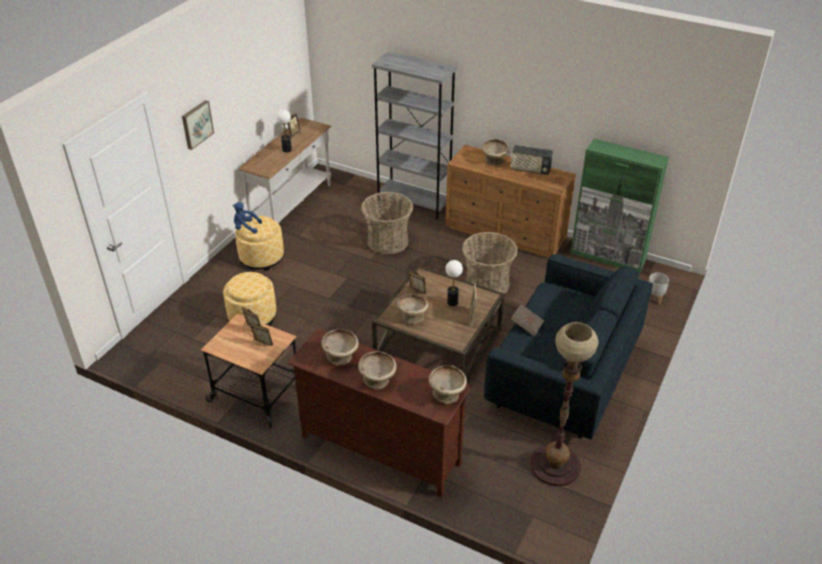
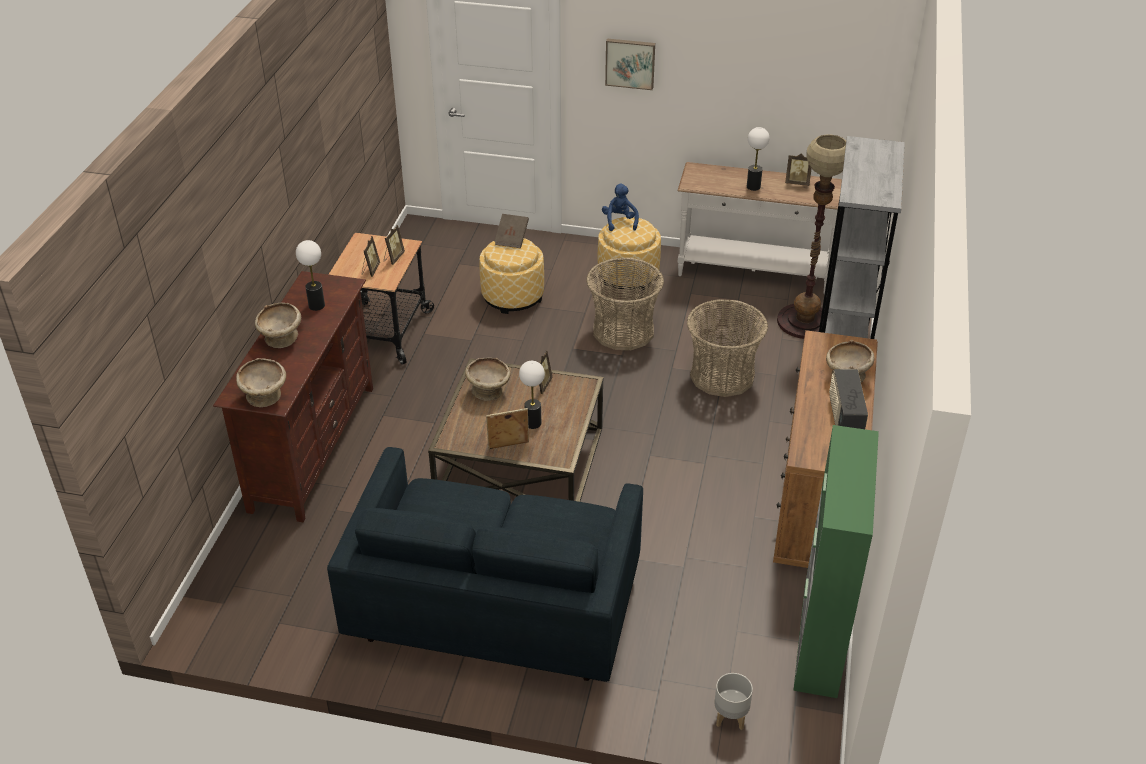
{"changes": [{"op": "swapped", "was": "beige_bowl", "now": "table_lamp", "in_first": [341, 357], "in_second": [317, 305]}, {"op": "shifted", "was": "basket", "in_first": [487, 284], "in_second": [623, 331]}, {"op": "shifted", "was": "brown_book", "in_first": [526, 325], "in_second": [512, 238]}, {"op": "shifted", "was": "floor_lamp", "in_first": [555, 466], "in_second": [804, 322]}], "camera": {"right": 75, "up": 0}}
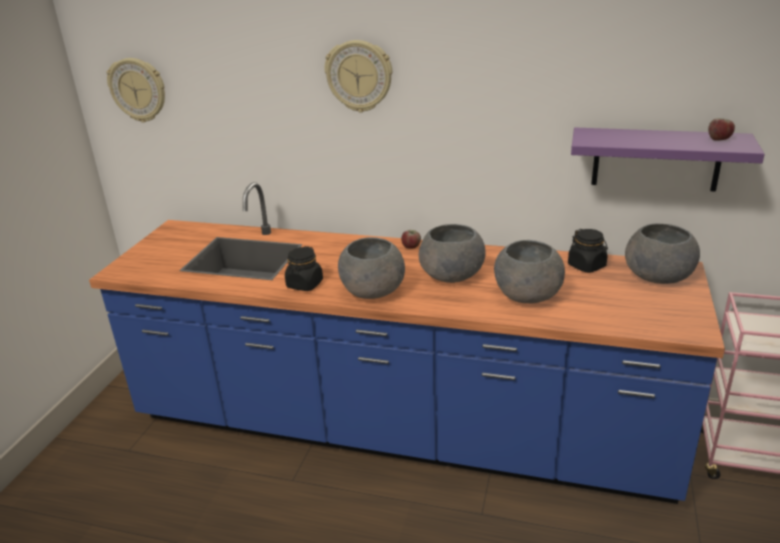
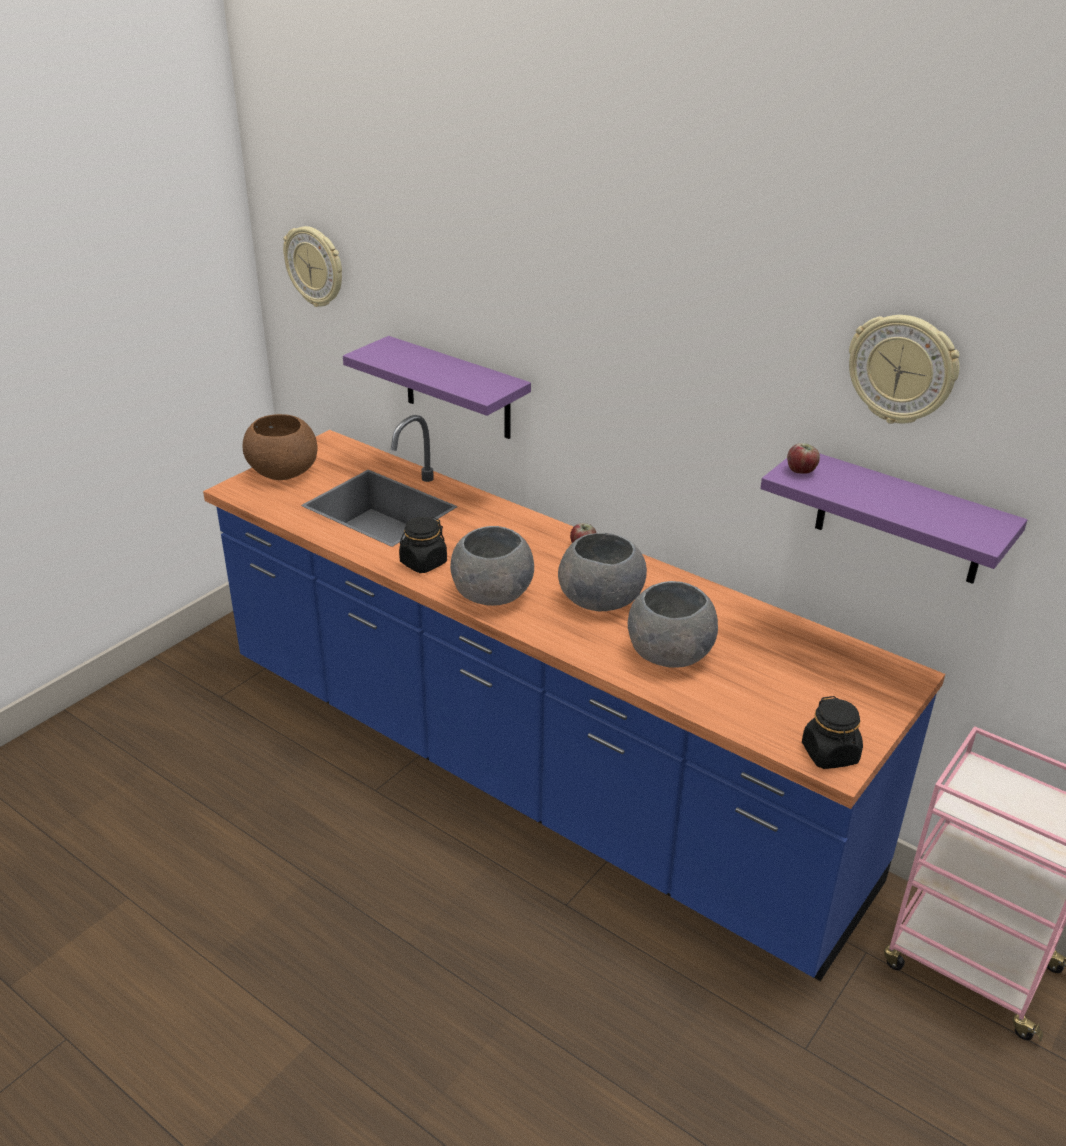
{"changes": [{"op": "shifted", "was": "wall_clock", "in_first": [359, 76], "in_second": [902, 369]}, {"op": "shifted", "was": "black_jar", "in_first": [587, 266], "in_second": [830, 754]}, {"op": "gone", "was": "grey_bowl", "in_first": [657, 277]}, {"op": "shifted", "was": "apple", "in_first": [719, 139], "in_second": [801, 471]}, {"op": "new", "now": "brown_bowl", "in_second": [284, 472]}, {"op": "new", "now": "purple_shelf", "in_second": [457, 389]}], "camera": {"right": 20, "up": 5}}
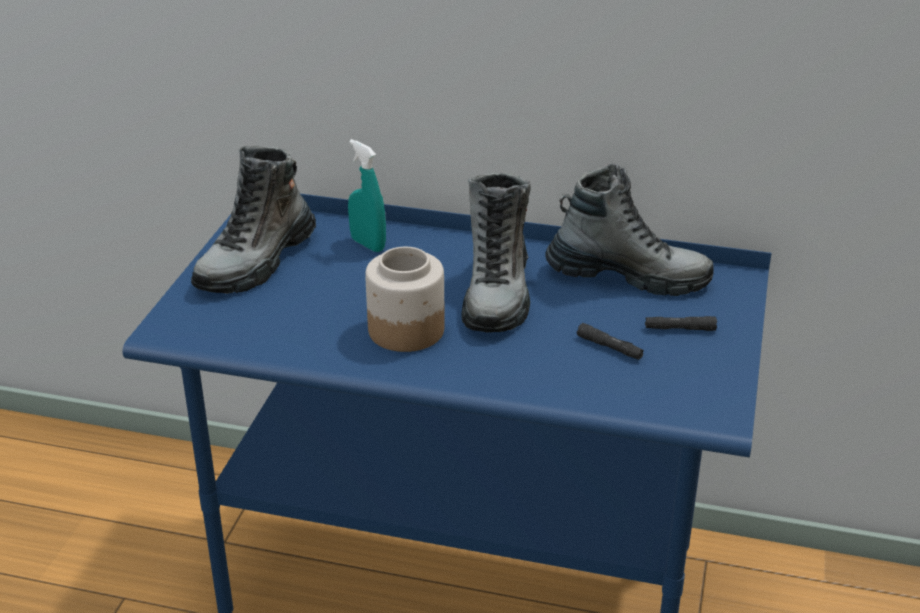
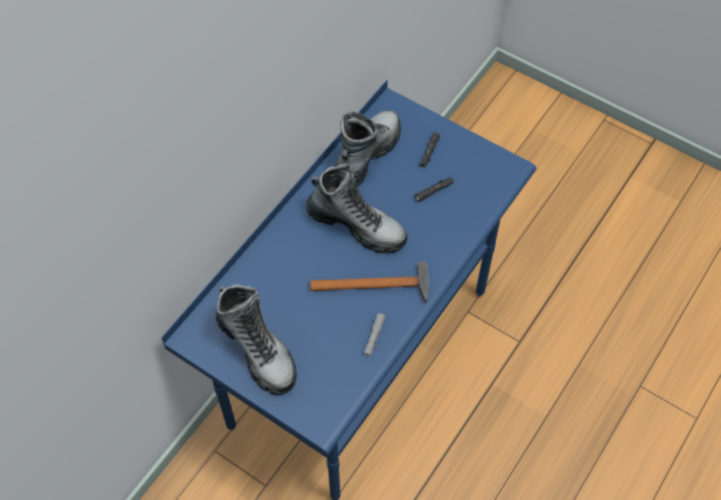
{"changes": [{"op": "gone", "was": "turquoise_spray_bottle", "in_first": [368, 244]}, {"op": "swapped", "was": "jar", "now": "hammer", "in_first": [405, 330], "in_second": [376, 286]}, {"op": "new", "now": "grey_flashlight", "in_second": [374, 337]}], "camera": {"right": -70, "up": 25}}
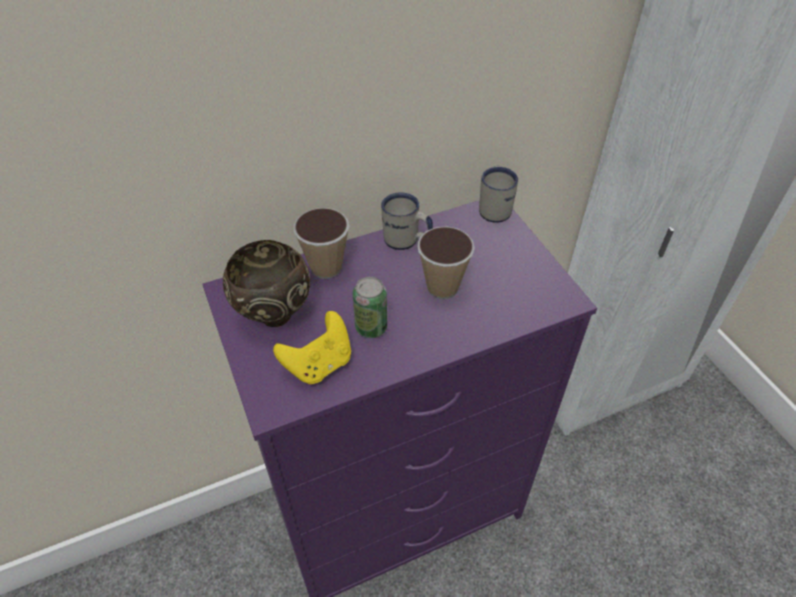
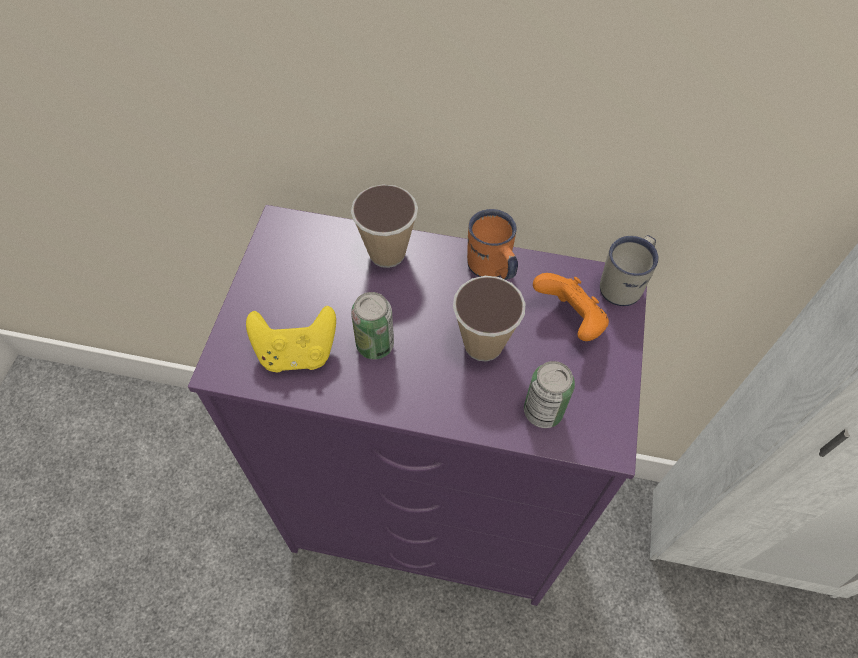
{"changes": [{"op": "gone", "was": "brown_bowl", "in_first": [273, 314]}, {"op": "repainted", "was": "white_mug", "now": "orange_mug", "in_first": [406, 241], "in_second": [491, 269]}, {"op": "new", "now": "can", "in_second": [543, 411]}, {"op": "new", "now": "orange_game_controller", "in_second": [570, 320]}], "camera": {"right": 35, "up": 10}}
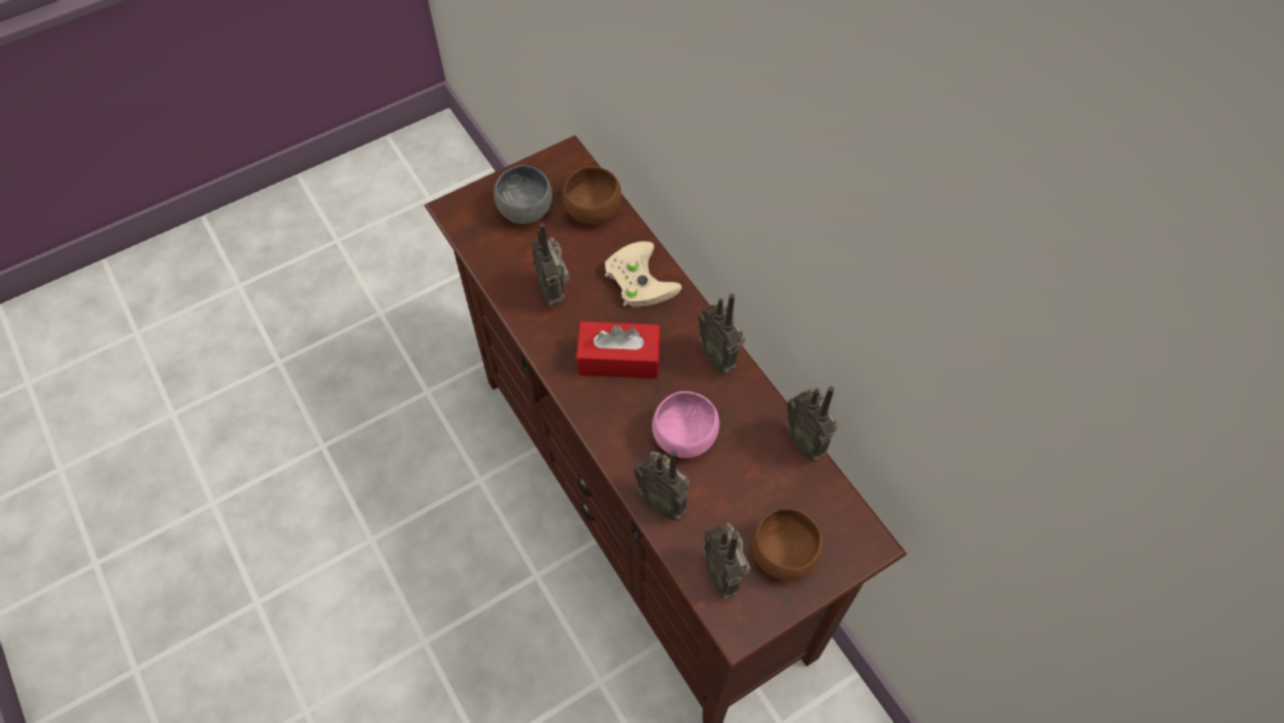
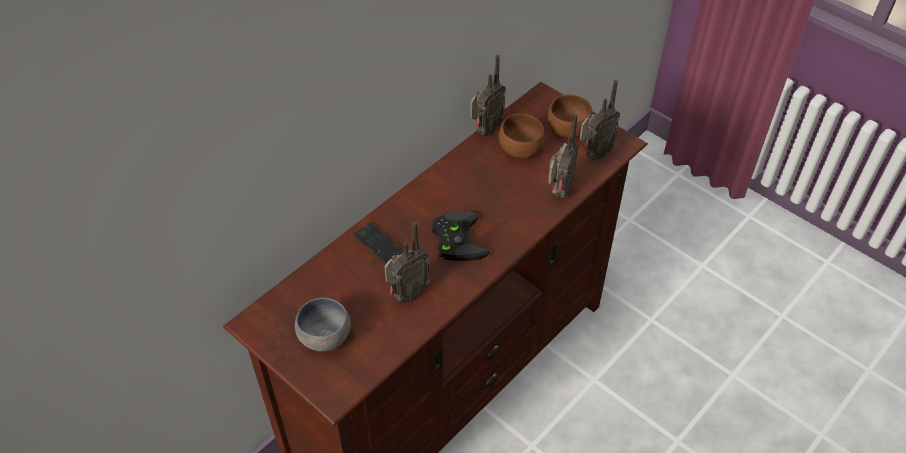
{"changes": [{"op": "shifted", "was": "brown_bowl", "in_first": [591, 213], "in_second": [522, 150]}, {"op": "swapped", "was": "red_tissue_box", "now": "black_game_controller", "in_first": [619, 359], "in_second": [456, 239]}, {"op": "swapped", "was": "beige_game_controller", "now": "phone", "in_first": [637, 278], "in_second": [378, 244]}, {"op": "gone", "was": "pink_bowl", "in_first": [683, 439]}, {"op": "gone", "was": "radio", "in_first": [719, 357]}], "camera": {"right": -105, "up": -10}}
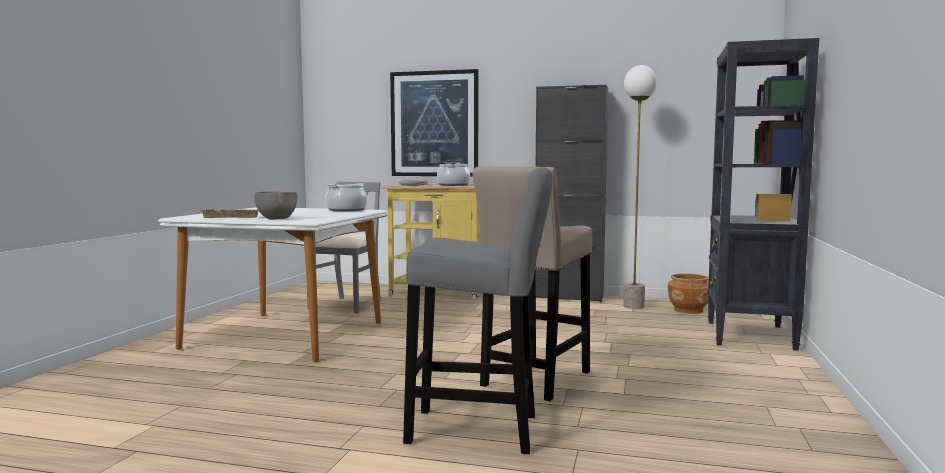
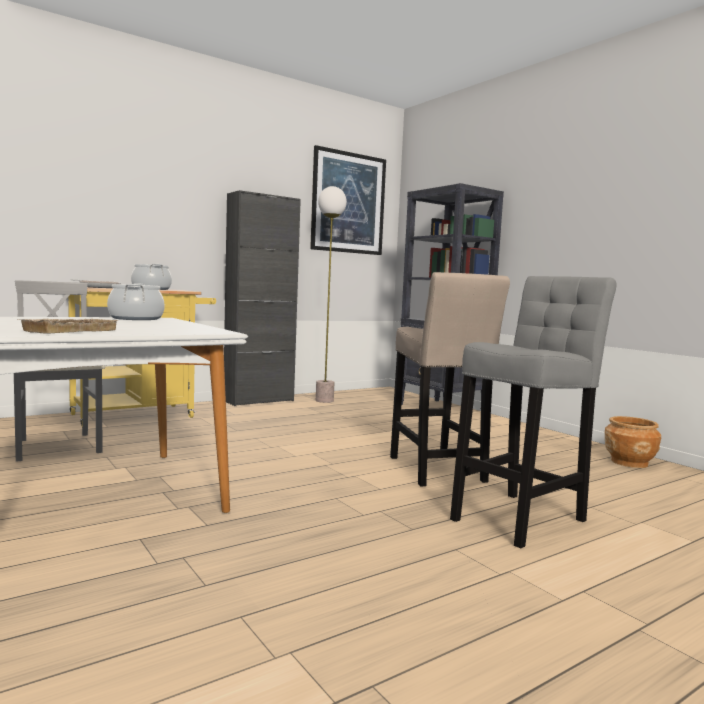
{"changes": [{"op": "gone", "was": "grey_bowl", "in_first": [277, 219]}, {"op": "shifted", "was": "picture", "in_first": [434, 124], "in_second": [348, 203]}, {"op": "shifted", "was": "brown_planter", "in_first": [688, 310], "in_second": [629, 462]}], "camera": {"right": -50, "up": 0}}
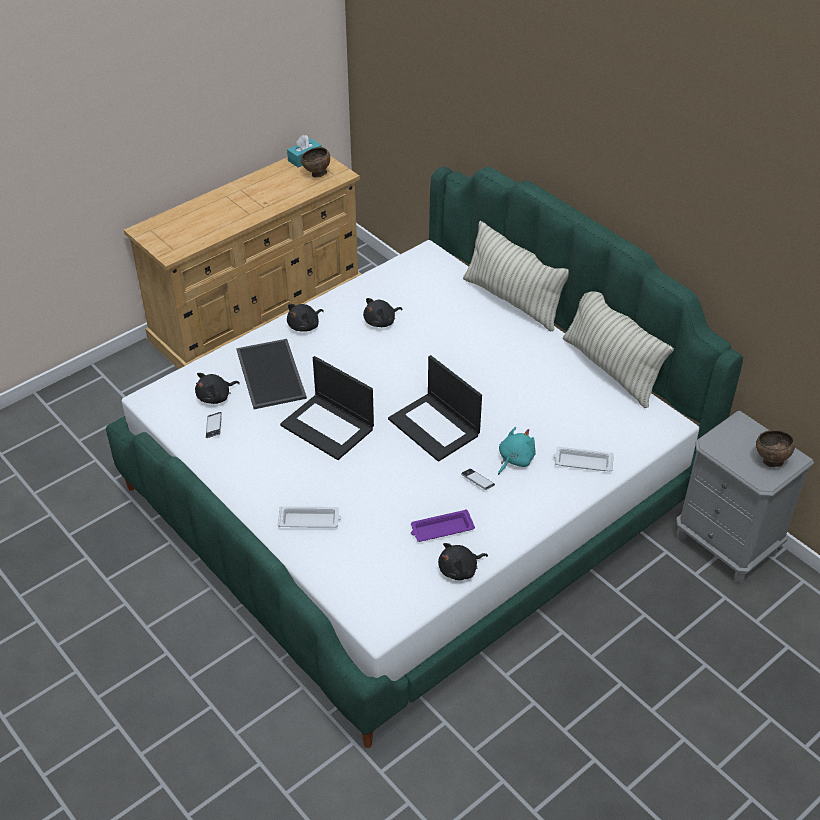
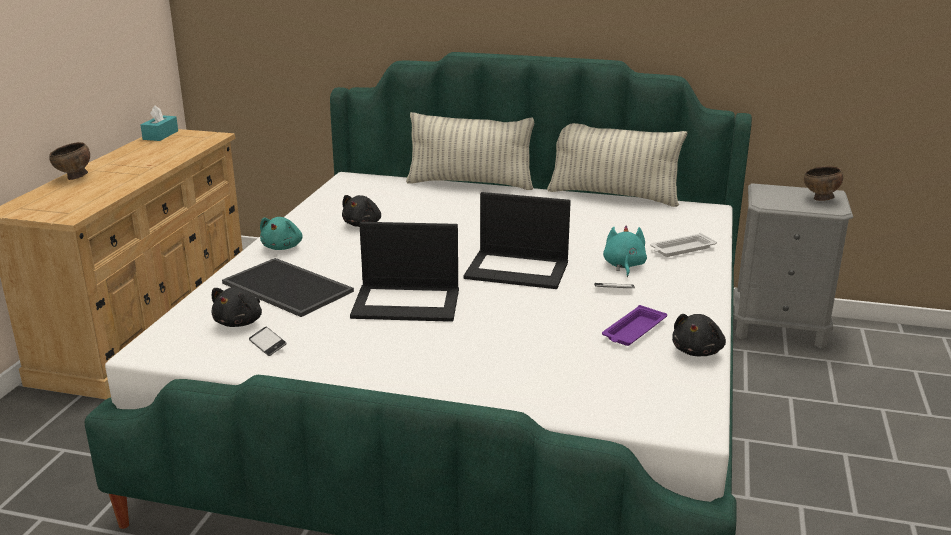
{"changes": [{"op": "gone", "was": "white_tray", "in_first": [310, 520]}, {"op": "repainted", "was": "black_plush_toy", "now": "turquoise_plush_toy", "in_first": [305, 326], "in_second": [283, 247]}, {"op": "shifted", "was": "brown_bowl", "in_first": [316, 174], "in_second": [74, 178]}], "camera": {"right": -35, "up": -20}}
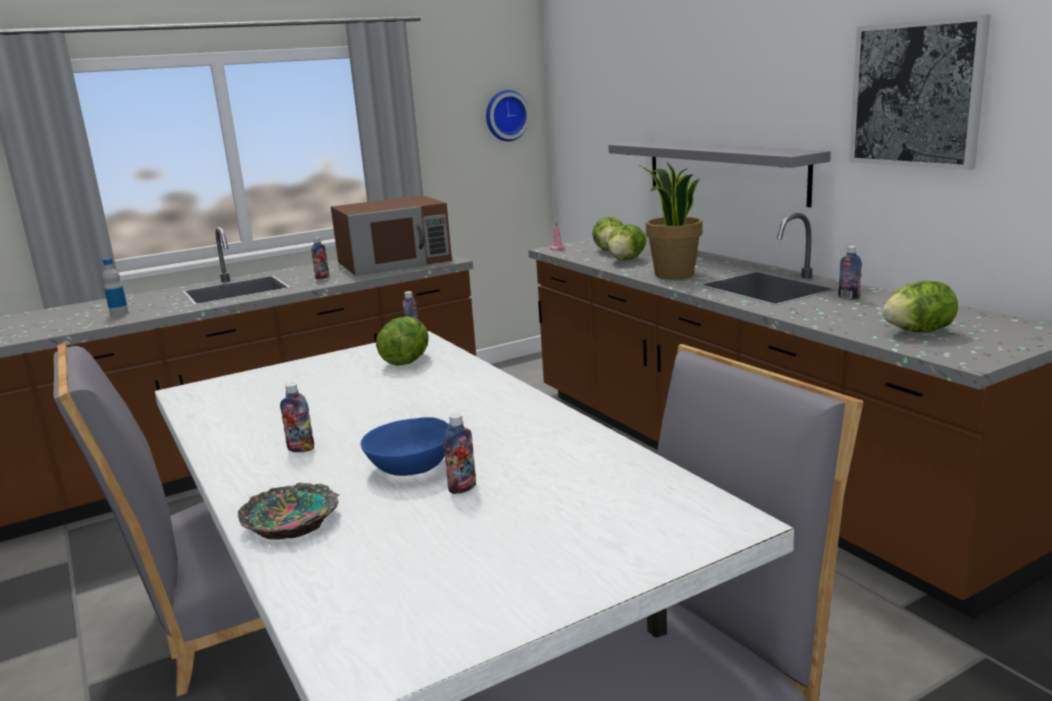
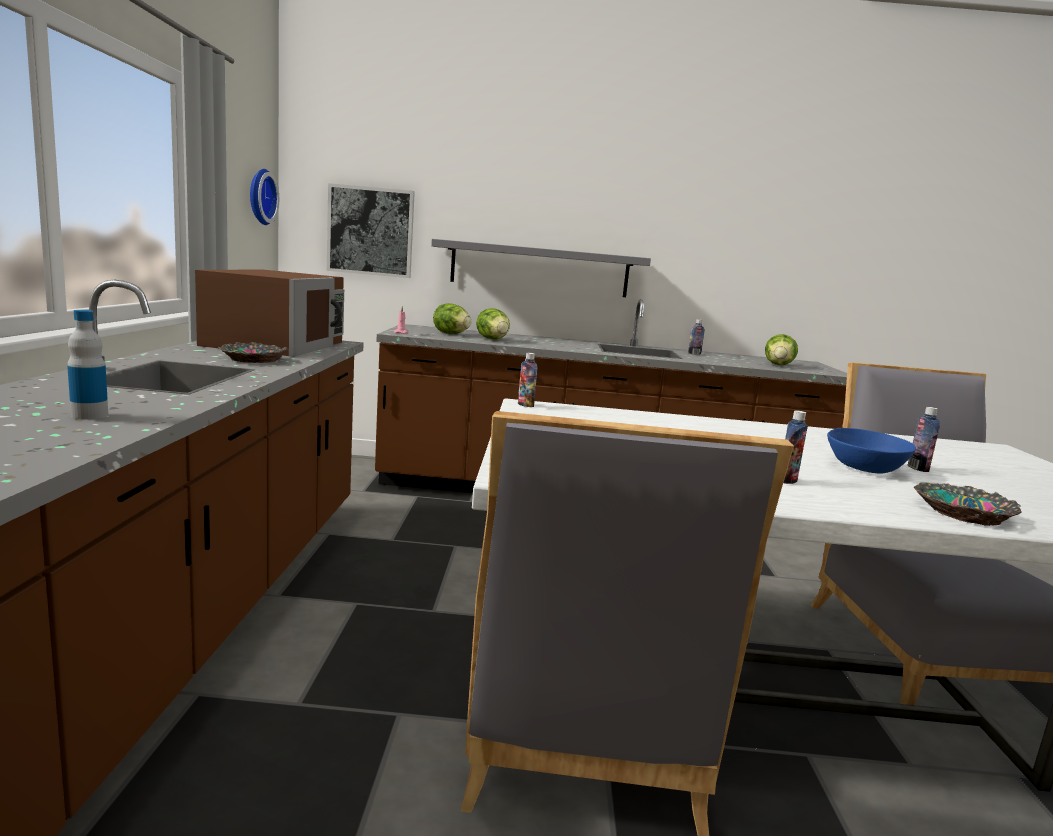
{"changes": [{"op": "swapped", "was": "bottle", "now": "bowl", "in_first": [322, 277], "in_second": [252, 359]}, {"op": "gone", "was": "lettuce", "in_first": [406, 361]}, {"op": "gone", "was": "potted_plant", "in_first": [673, 274]}, {"op": "shifted", "was": "picture", "in_first": [916, 94], "in_second": [370, 231]}], "camera": {"right": -60, "up": -5}}
